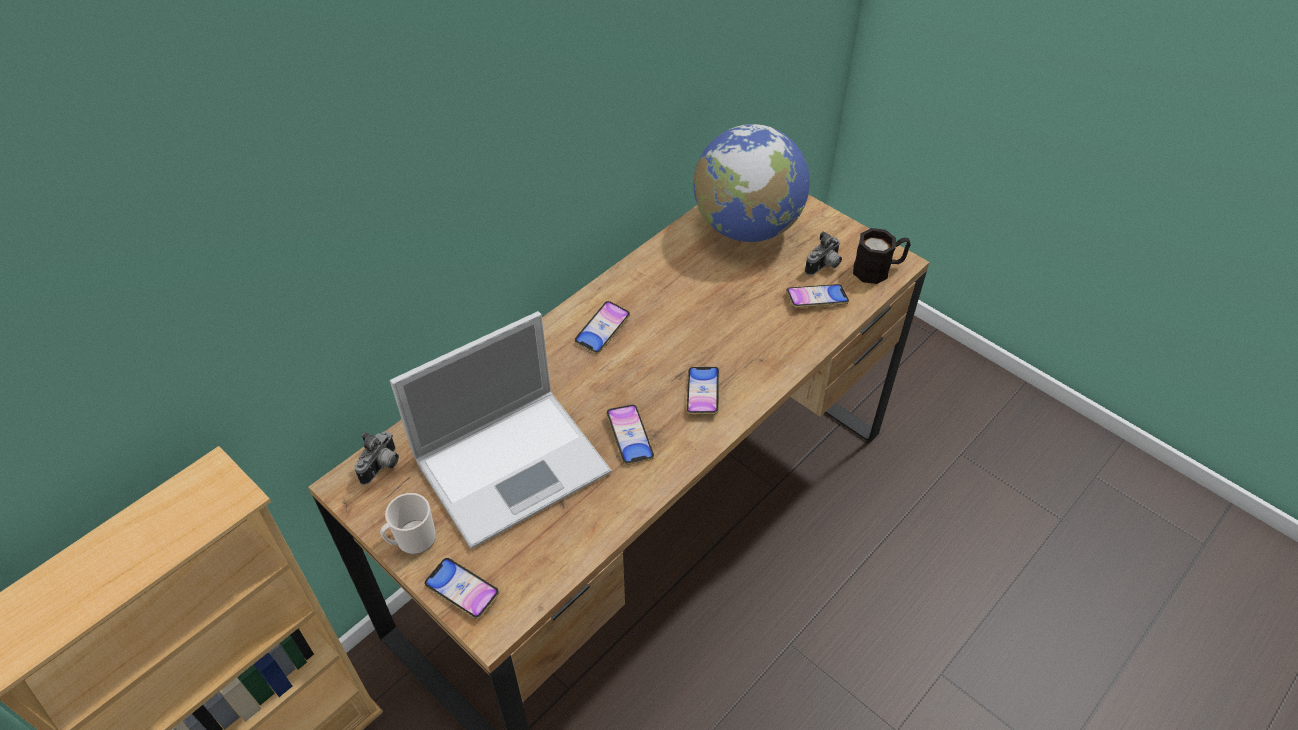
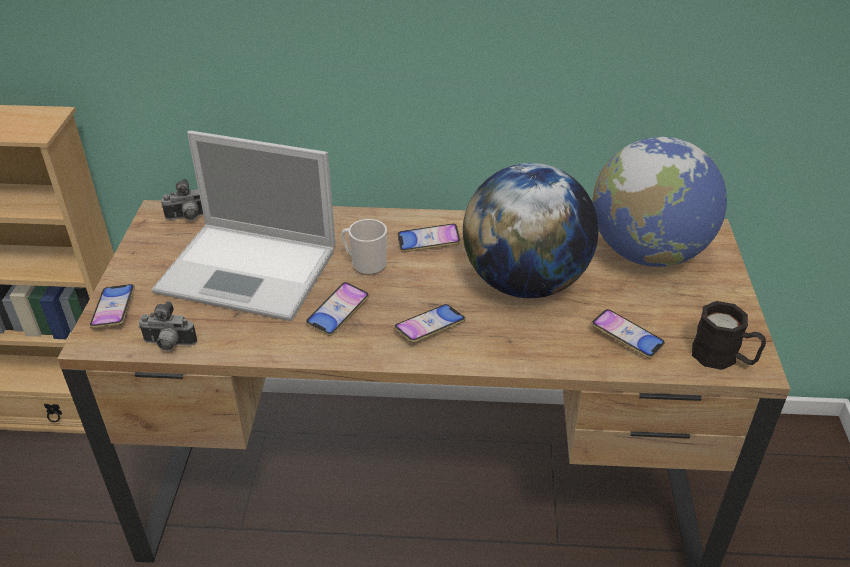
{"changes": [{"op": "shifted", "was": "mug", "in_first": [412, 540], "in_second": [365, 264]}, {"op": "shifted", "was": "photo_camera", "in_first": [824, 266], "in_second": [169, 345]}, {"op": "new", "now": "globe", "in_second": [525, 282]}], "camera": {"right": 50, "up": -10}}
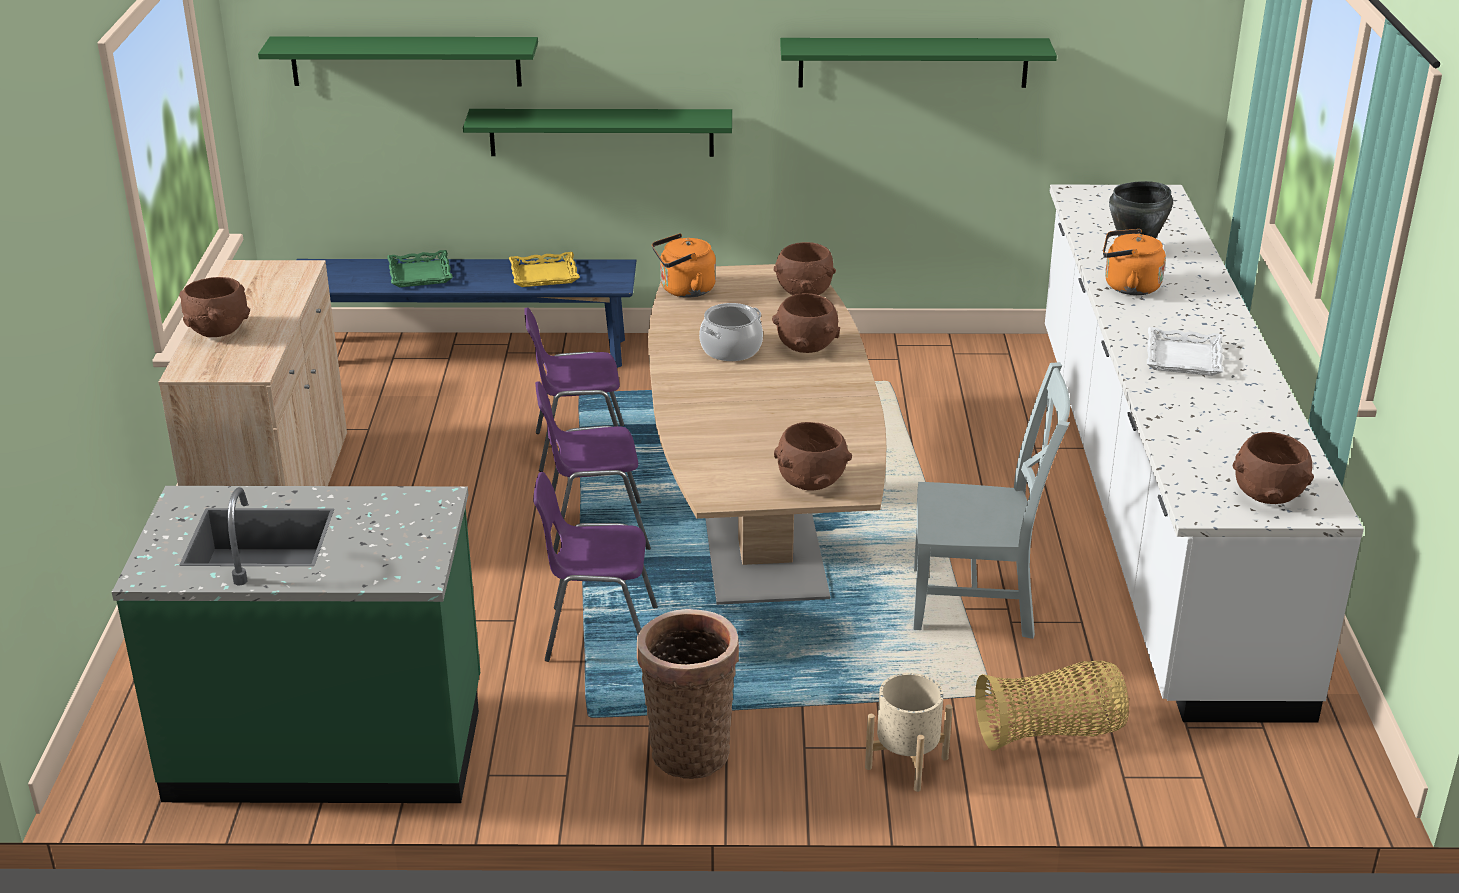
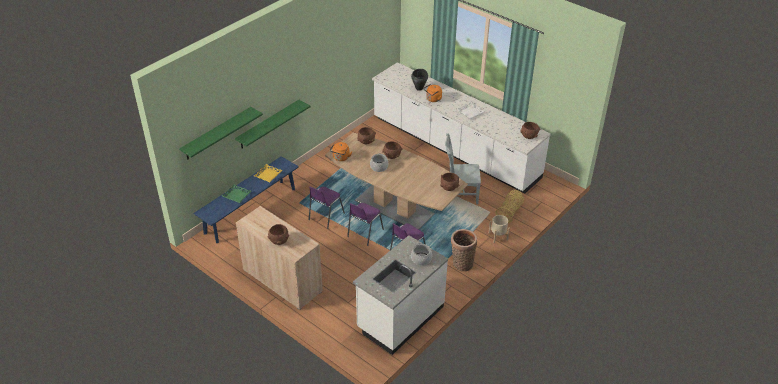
{"changes": [{"op": "repainted", "was": "green_counter", "now": "white_counter", "in_first": [328, 744], "in_second": [400, 318]}, {"op": "gone", "was": "green_shelf", "in_first": [913, 62]}, {"op": "rotated", "was": "grey_chair", "in_first": [979, 603], "in_second": [459, 194], "clockwise": -135}, {"op": "new", "now": "cooking_pot", "in_second": [421, 259]}], "camera": {"right": -50, "up": 10}}
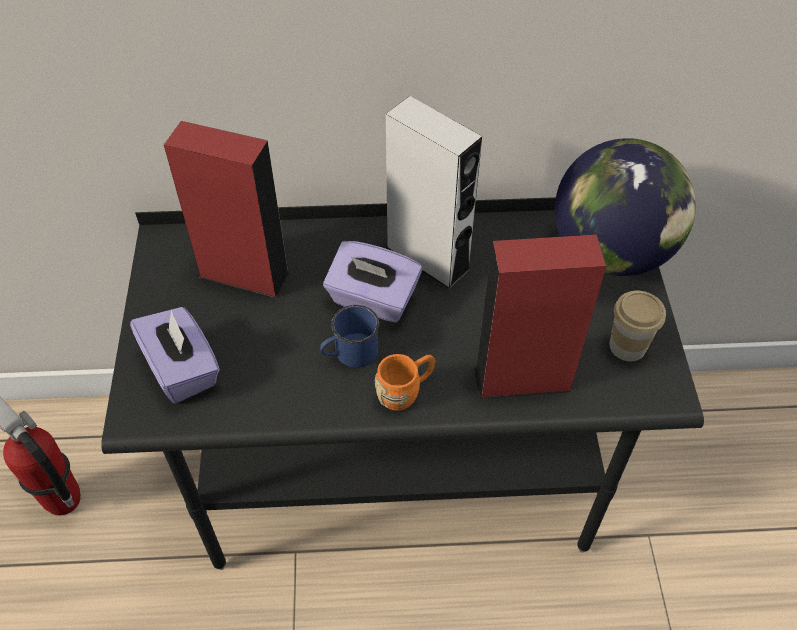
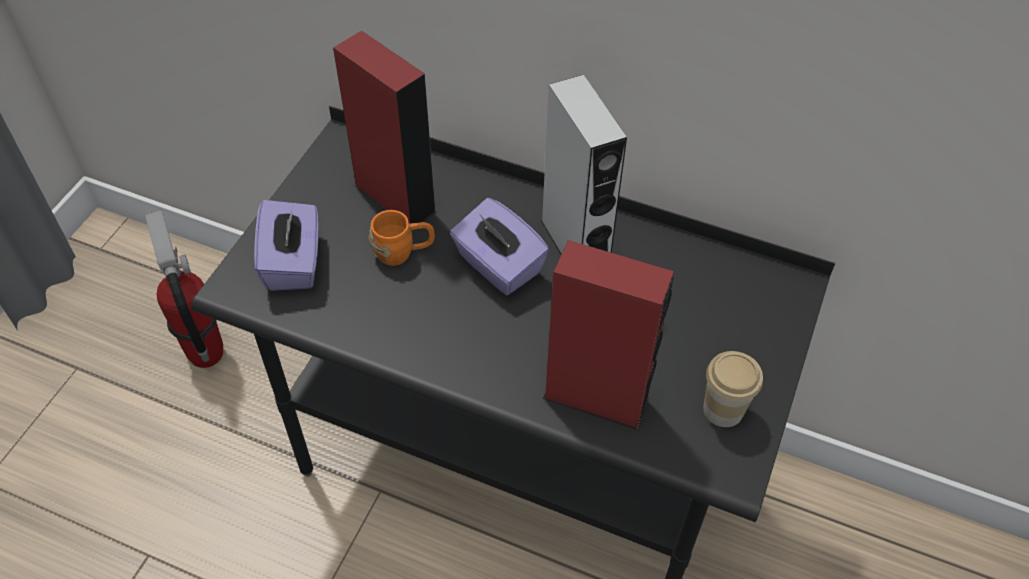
{"changes": [{"op": "gone", "was": "blue_mug", "in_first": [350, 353]}, {"op": "shifted", "was": "orange_mug", "in_first": [406, 392], "in_second": [403, 252]}, {"op": "gone", "was": "globe", "in_first": [612, 253]}], "camera": {"right": 25, "up": 0}}
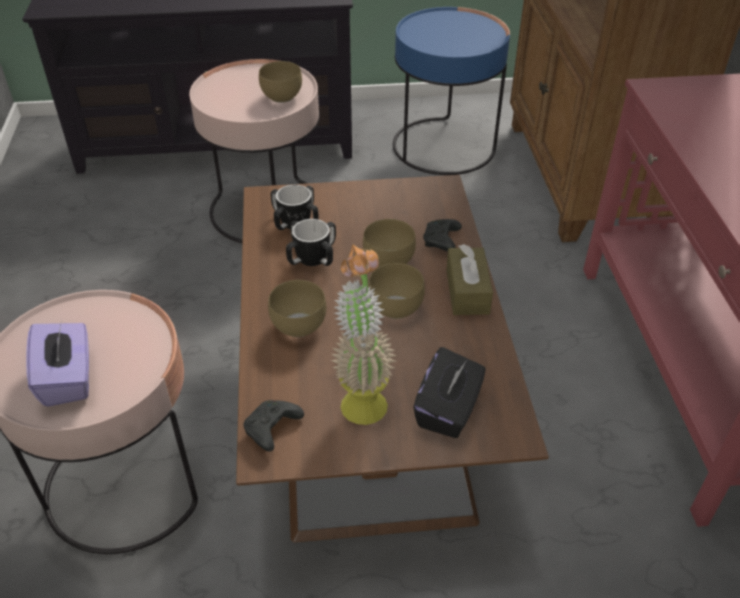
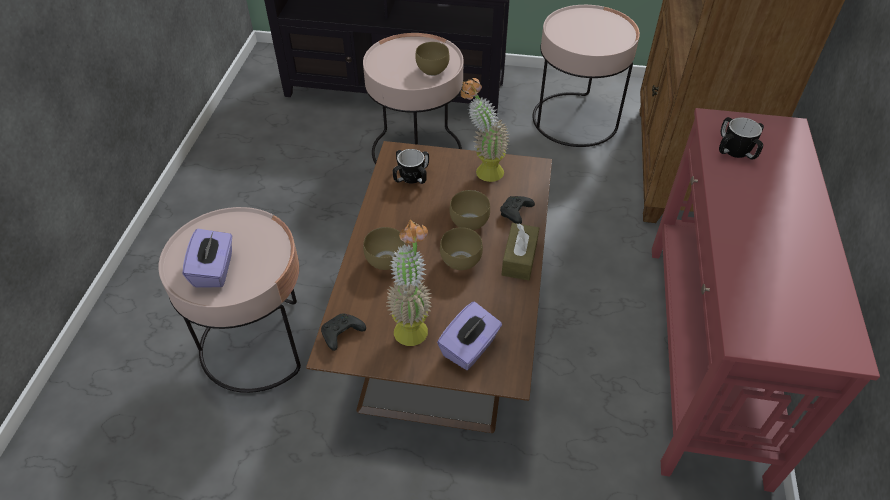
{"changes": [{"op": "shifted", "was": "mug", "in_first": [312, 258], "in_second": [735, 151]}, {"op": "repainted", "was": "blue_side_table", "now": "pink_side_table", "in_first": [443, 146], "in_second": [574, 119]}, {"op": "repainted", "was": "black_tissue_box", "now": "purple_tissue_box", "in_first": [448, 410], "in_second": [470, 348]}, {"op": "new", "now": "potted_plant", "in_second": [482, 170]}], "camera": {"right": 15, "up": 5}}
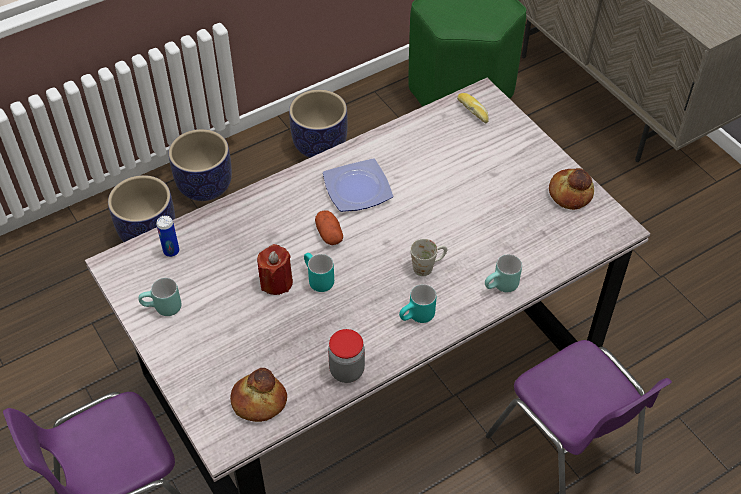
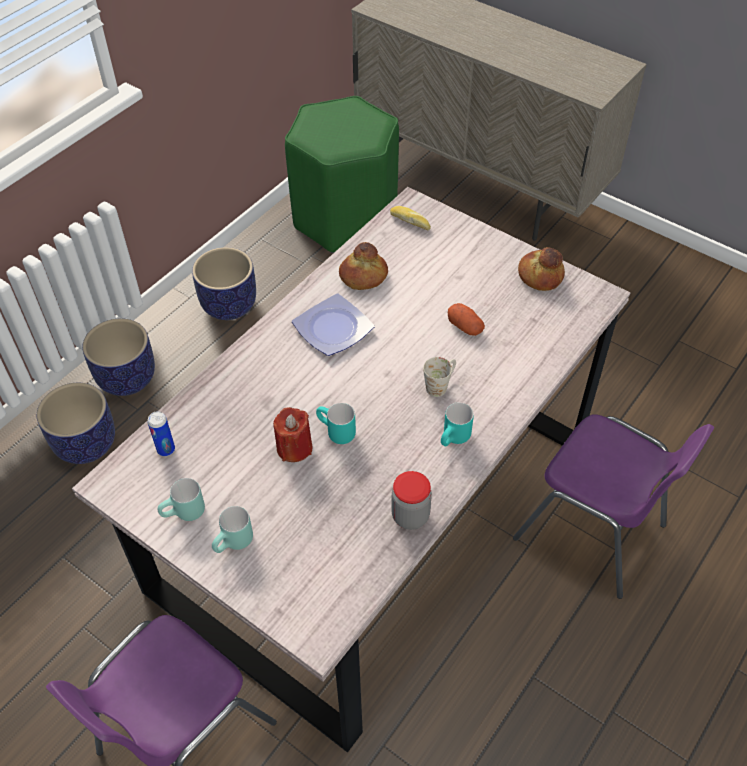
{"changes": [{"op": "shifted", "was": "bread", "in_first": [258, 402], "in_second": [363, 276]}, {"op": "shifted", "was": "potato", "in_first": [329, 234], "in_second": [465, 326]}, {"op": "shifted", "was": "turquoise_mug", "in_first": [501, 287], "in_second": [235, 544]}], "camera": {"right": -20, "up": 0}}
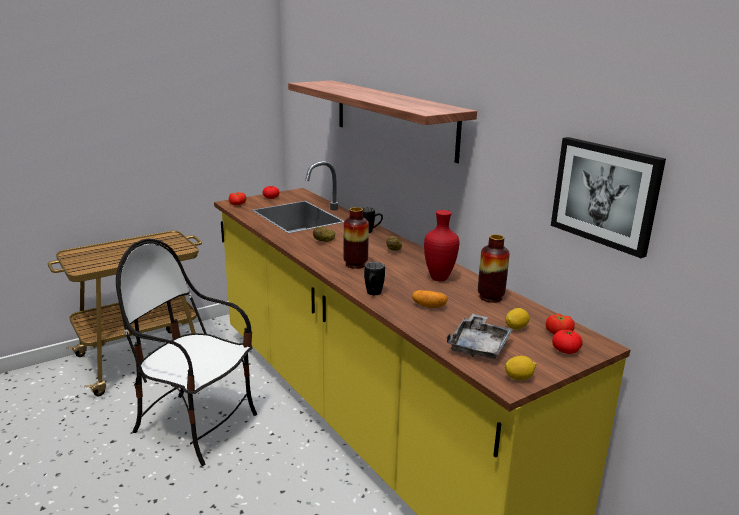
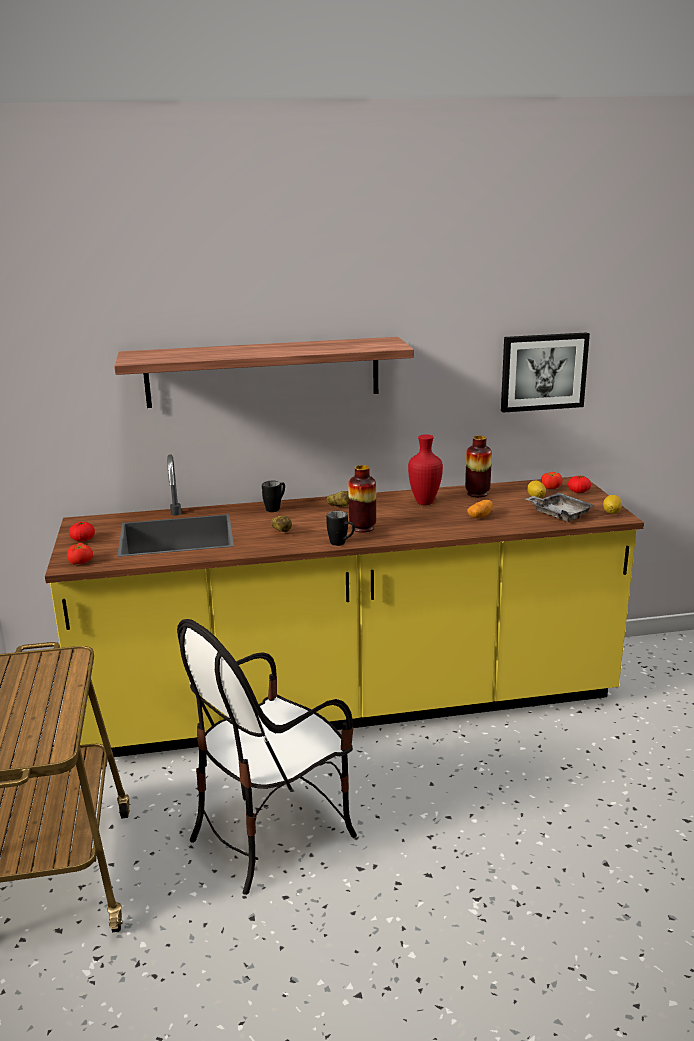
{"changes": [{"op": "shifted", "was": "black_mug", "in_first": [372, 294], "in_second": [342, 544]}], "camera": {"right": -65, "up": 0}}
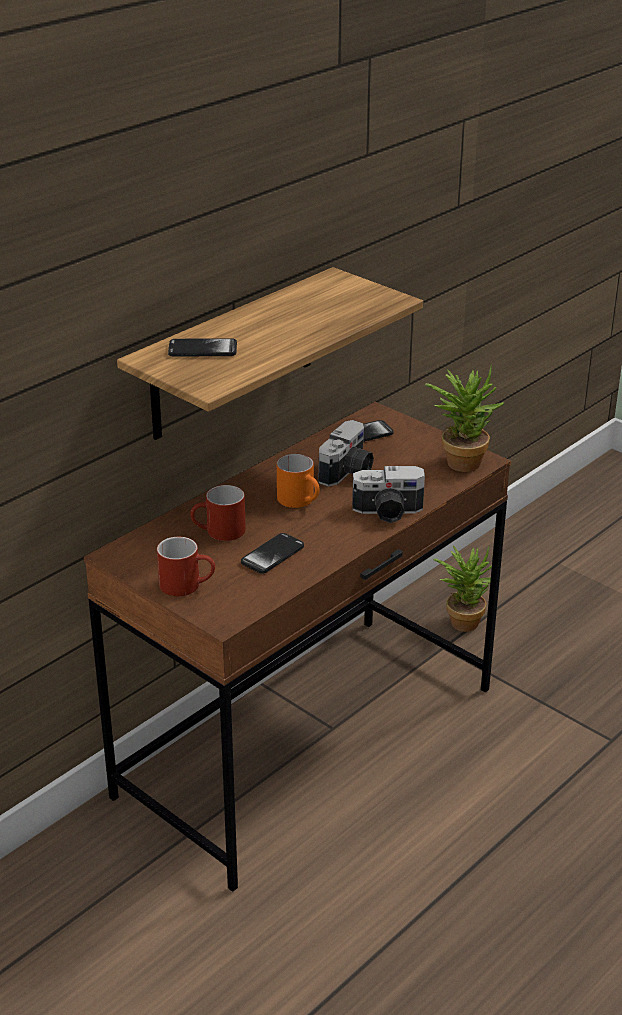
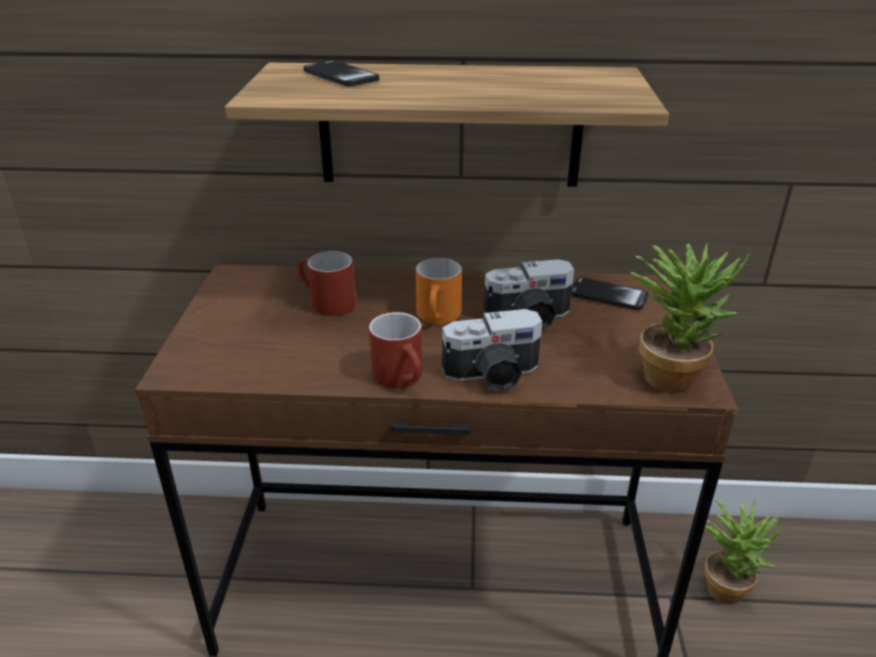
{"changes": [{"op": "shifted", "was": "red_mug", "in_first": [188, 585], "in_second": [403, 378]}, {"op": "gone", "was": "phone", "in_first": [272, 555]}, {"op": "rotated", "was": "photo_camera", "in_first": [388, 512], "in_second": [493, 376], "clockwise": -60}], "camera": {"right": 50, "up": 0}}
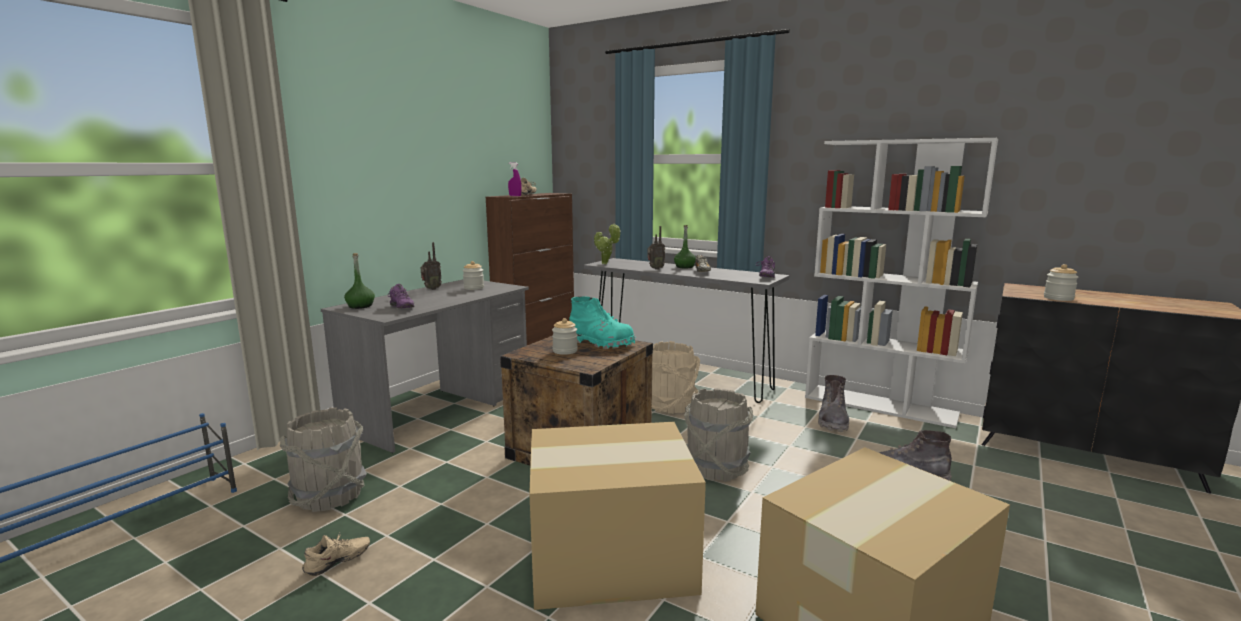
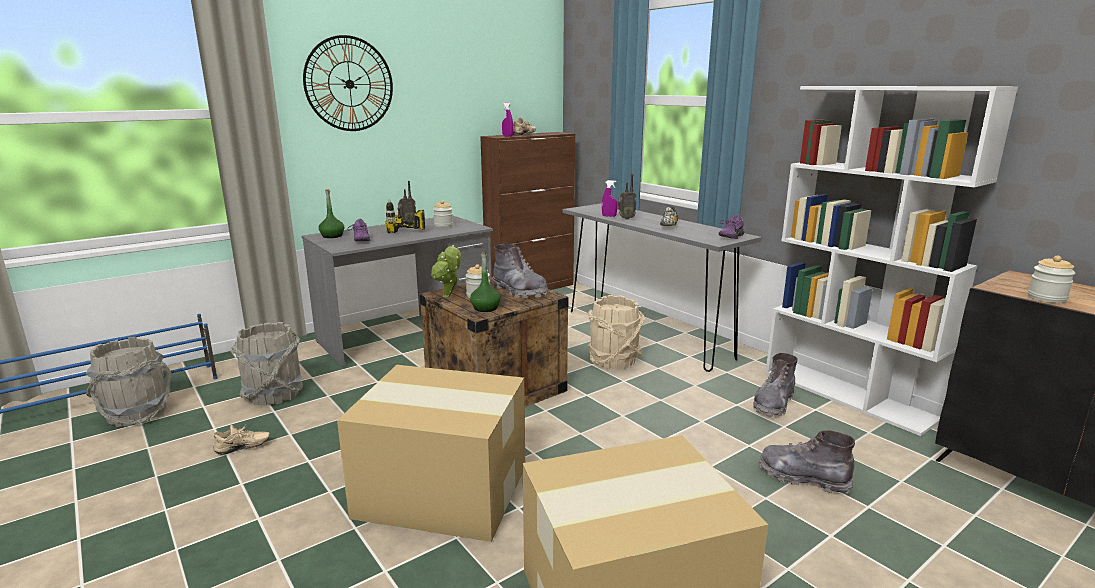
{"changes": [{"op": "repainted", "was": "turquoise_boot", "now": "grey_boot", "in_first": [601, 343], "in_second": [519, 291]}, {"op": "shifted", "was": "potted_plant", "in_first": [606, 264], "in_second": [448, 296]}, {"op": "shifted", "was": "green_bottle", "in_first": [684, 267], "in_second": [485, 308]}, {"op": "shifted", "was": "grey_bucket", "in_first": [716, 468], "in_second": [138, 414]}, {"op": "new", "now": "wall_clock", "in_second": [349, 84]}, {"op": "new", "now": "power_drill", "in_second": [406, 235]}, {"op": "new", "now": "purple_spray_bottle", "in_second": [609, 216]}], "camera": {"right": 20, "up": 5}}
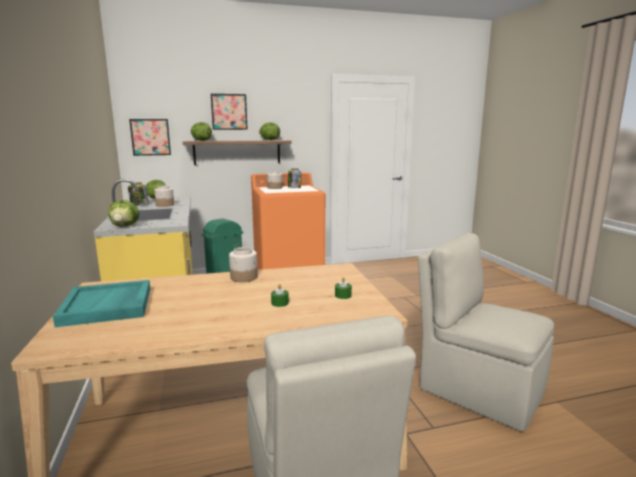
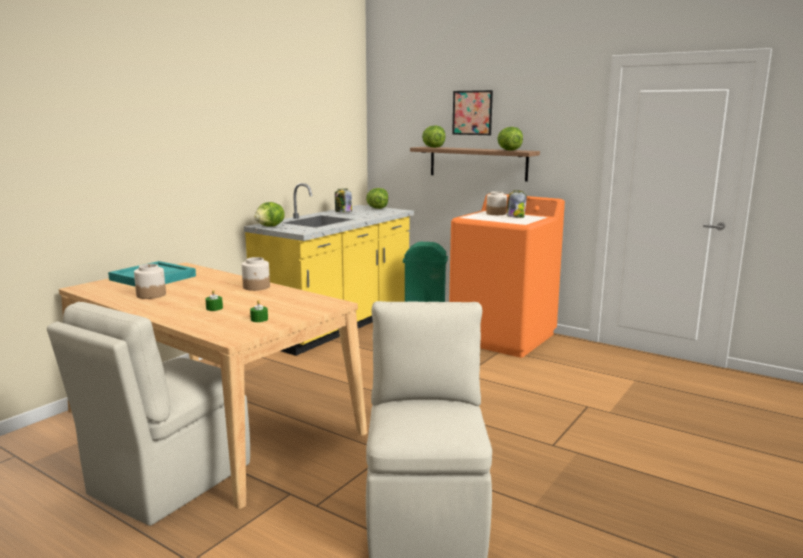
{"changes": [{"op": "gone", "was": "picture", "in_first": [150, 137]}, {"op": "shifted", "was": "jar", "in_first": [165, 205], "in_second": [151, 295]}], "camera": {"right": 50, "up": 0}}
